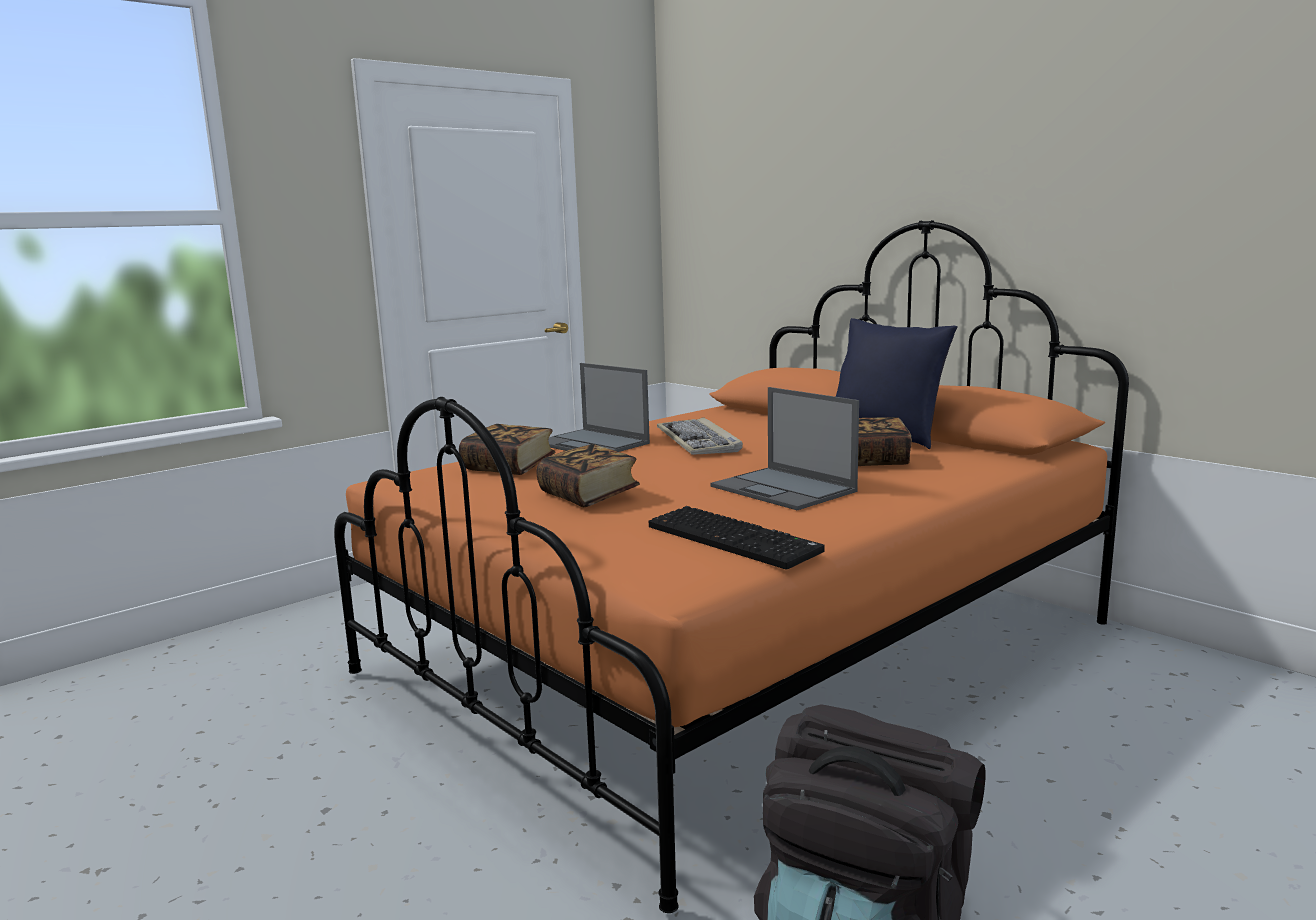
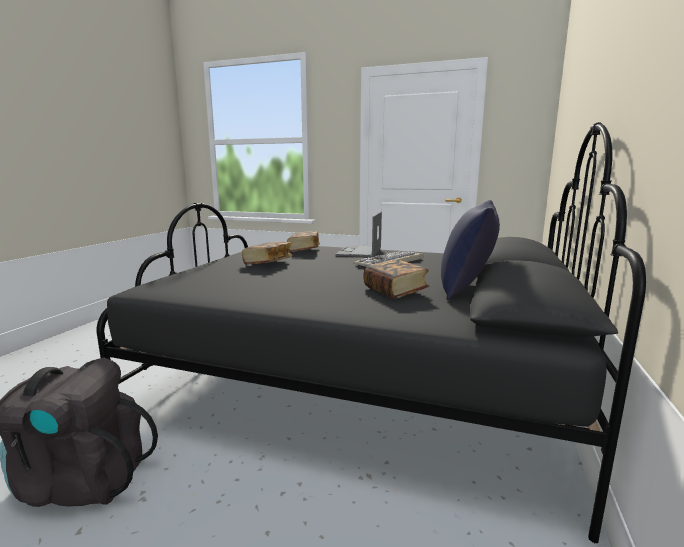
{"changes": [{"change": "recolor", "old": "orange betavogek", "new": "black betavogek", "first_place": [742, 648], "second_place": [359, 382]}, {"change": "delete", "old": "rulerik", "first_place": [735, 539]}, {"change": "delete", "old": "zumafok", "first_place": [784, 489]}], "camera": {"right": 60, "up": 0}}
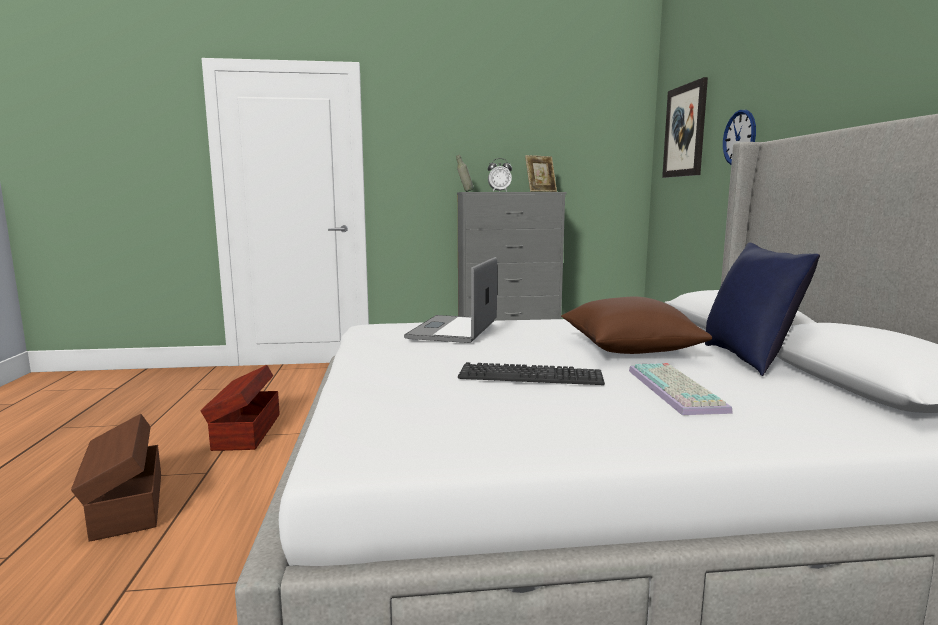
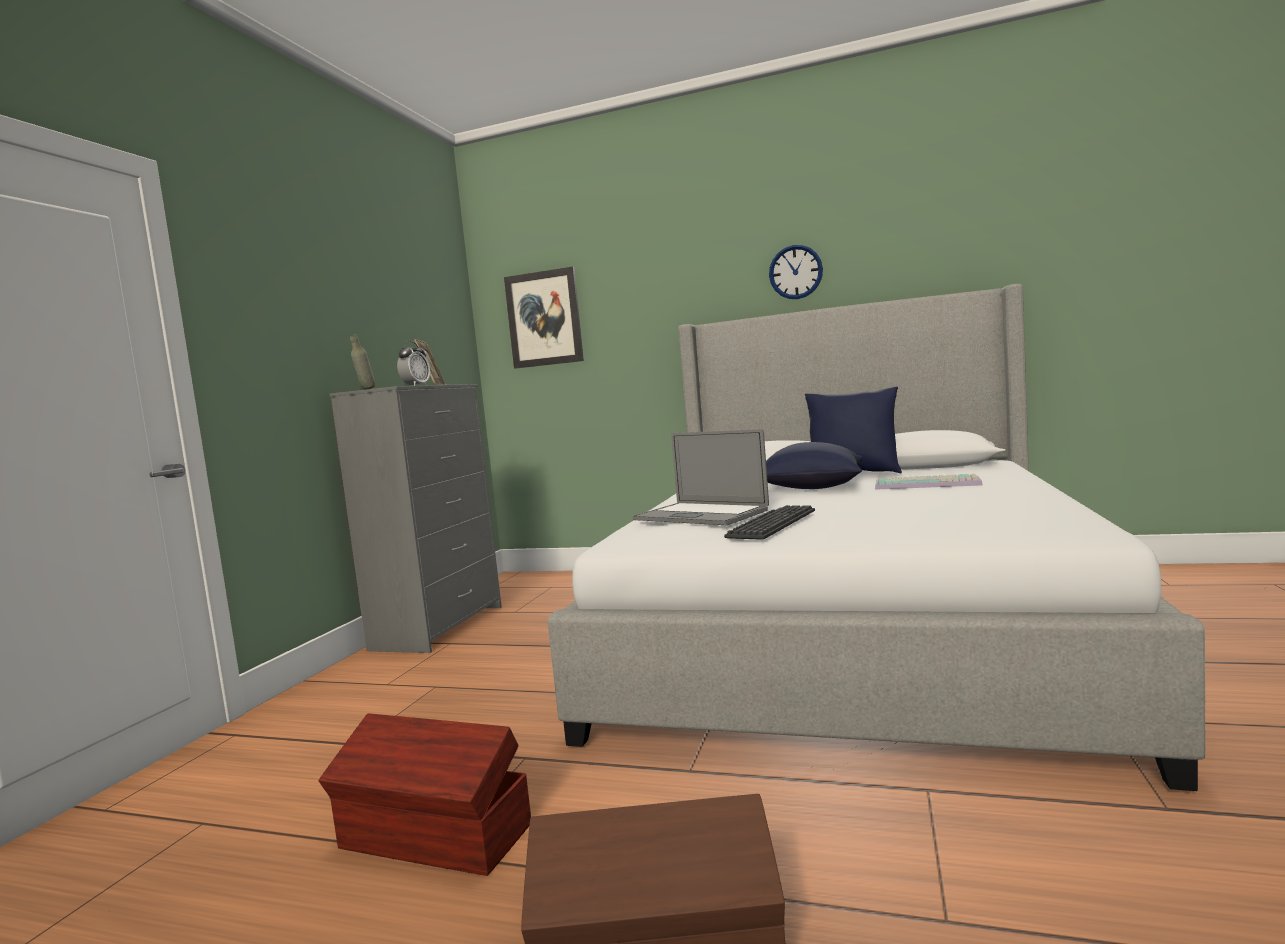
{"changes": [{"change": "move", "old": "rulerik", "first_place": [530, 376], "second_place": [772, 524]}, {"change": "recolor", "old": "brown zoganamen", "new": "blue zoganamen", "first_place": [629, 349], "second_place": [811, 488]}, {"change": "move", "old": "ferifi", "first_place": [739, 138], "second_place": [795, 272]}], "camera": {"right": -65, "up": -5}}
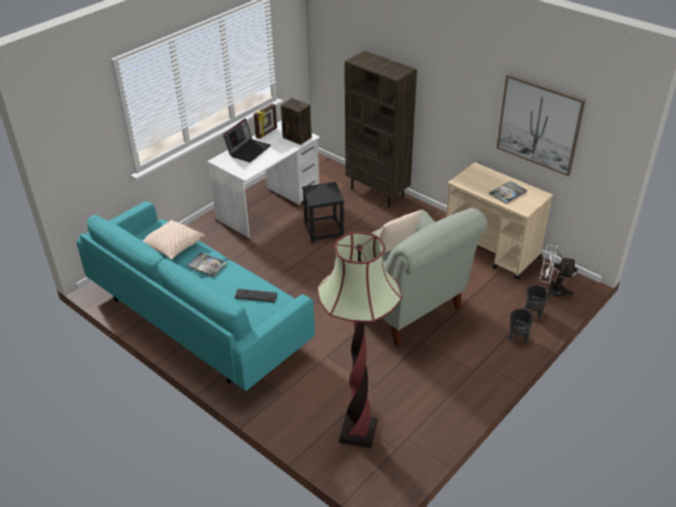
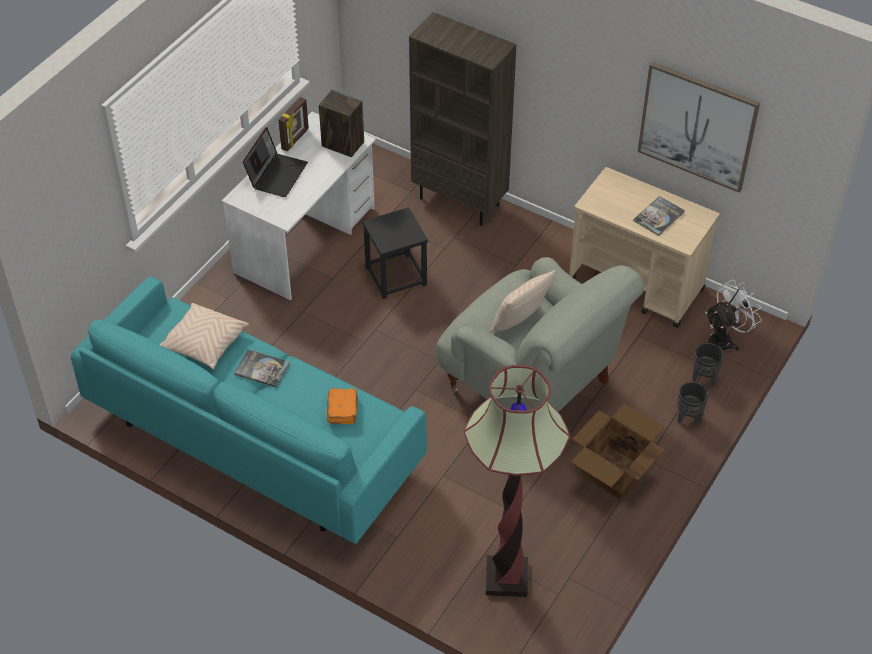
{"changes": [{"change": "replace", "old": "rulerik", "new": "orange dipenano", "first_place": [256, 296], "second_place": [343, 410]}, {"change": "rotate", "old": "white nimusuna", "first_place": [551, 290], "second_place": [724, 340], "degrees": 135}, {"change": "insert", "new": "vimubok", "second_place": [612, 472]}], "camera": {"right": -10, "up": 10}}
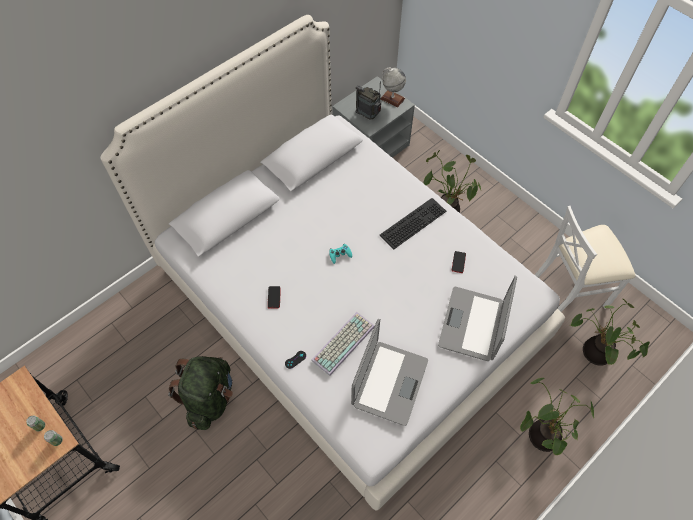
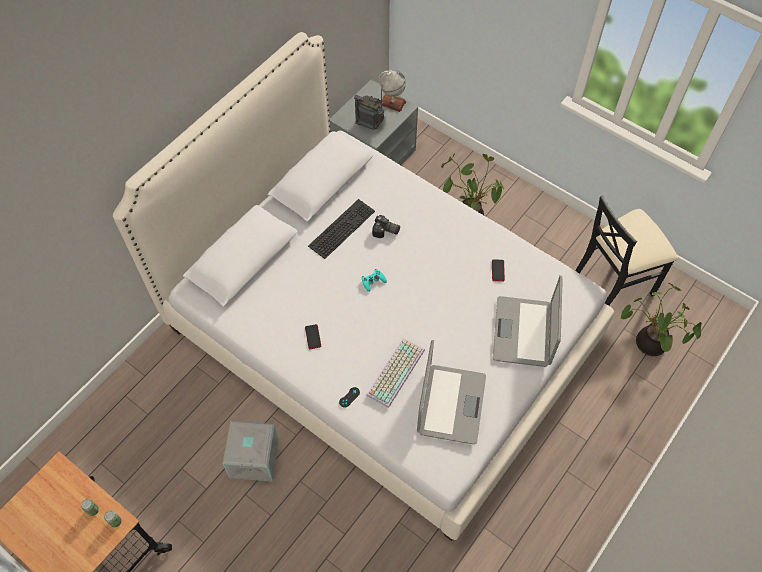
{"changes": [{"change": "replace", "old": "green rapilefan", "new": "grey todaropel", "first_place": [210, 398], "second_place": [253, 458]}, {"change": "move", "old": "rulerik", "first_place": [412, 221], "second_place": [341, 227]}, {"change": "delete", "old": "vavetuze", "first_place": [541, 434]}, {"change": "recolor", "old": "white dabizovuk", "new": "black dabizovuk", "first_place": [570, 290], "second_place": [613, 282]}, {"change": "insert", "new": "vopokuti", "second_place": [386, 231]}], "camera": {"right": -10, "up": 0}}
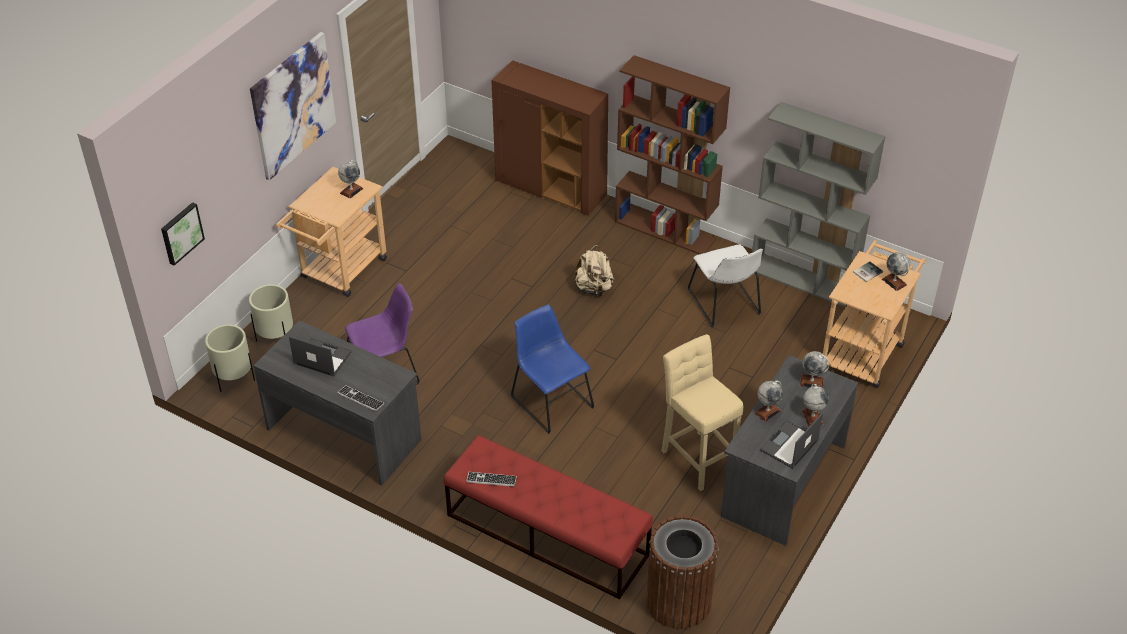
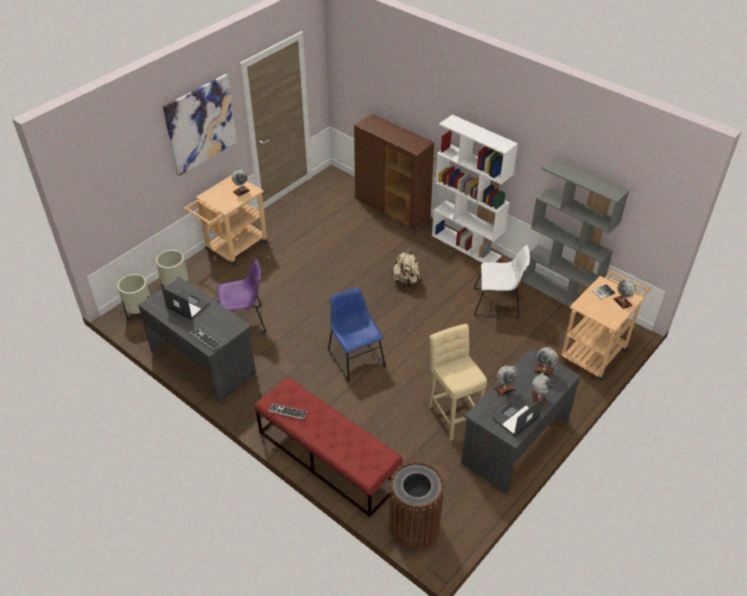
{"changes": [{"change": "delete", "old": "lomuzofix", "first_place": [181, 233]}, {"change": "recolor", "old": "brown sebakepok", "new": "white sebakepok", "first_place": [665, 230], "second_place": [466, 246]}, {"change": "rotate", "old": "white dabizovuk", "first_place": [725, 304], "second_place": [498, 303], "degrees": -75}], "camera": {"right": 10, "up": 0}}
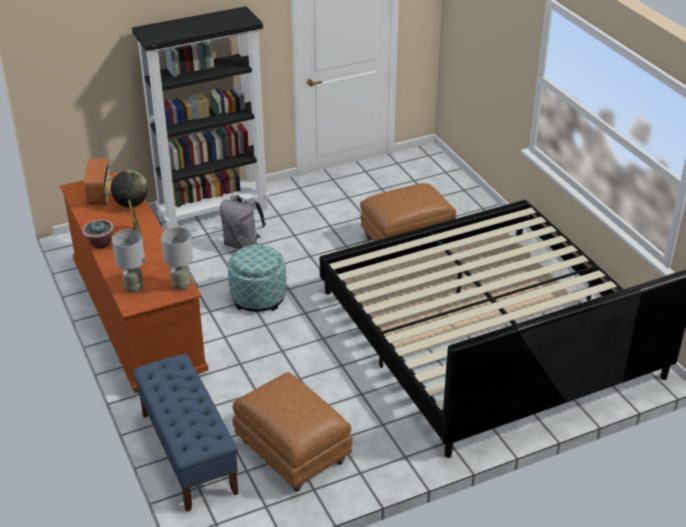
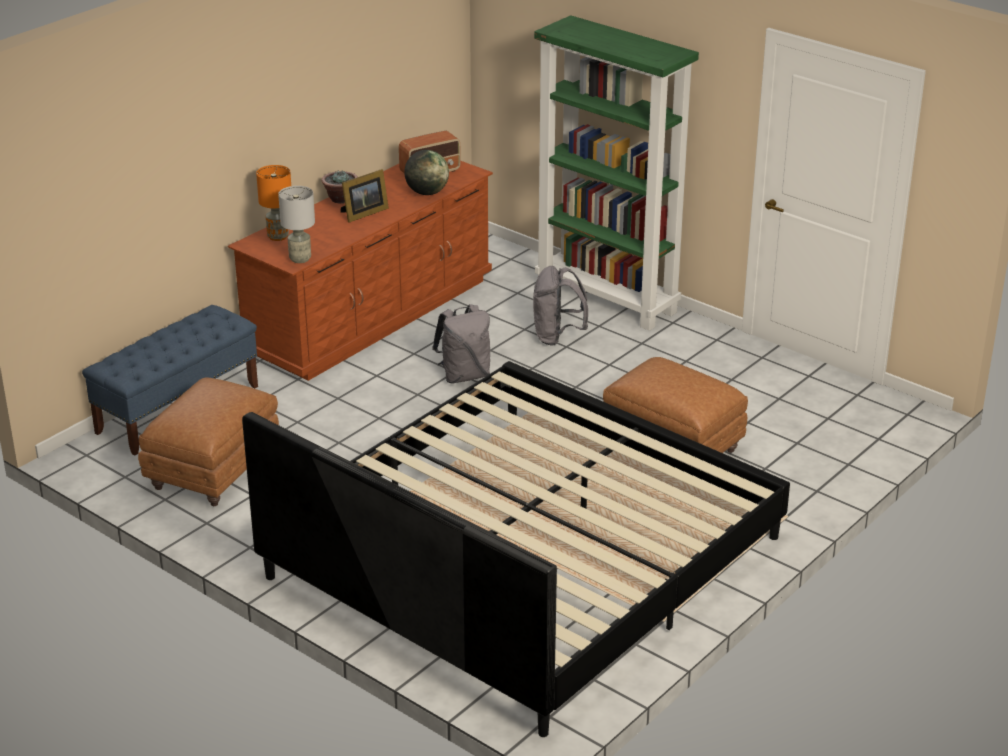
{"changes": [{"change": "recolor", "old": "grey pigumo", "new": "orange pigumo", "first_place": [133, 288], "second_place": [278, 237]}, {"change": "recolor", "old": "black sebakepok", "new": "green sebakepok", "first_place": [214, 210], "second_place": [608, 299]}, {"change": "replace", "old": "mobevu", "new": "grey rapilefan", "first_place": [258, 297], "second_place": [464, 375]}], "camera": {"right": 65, "up": -5}}
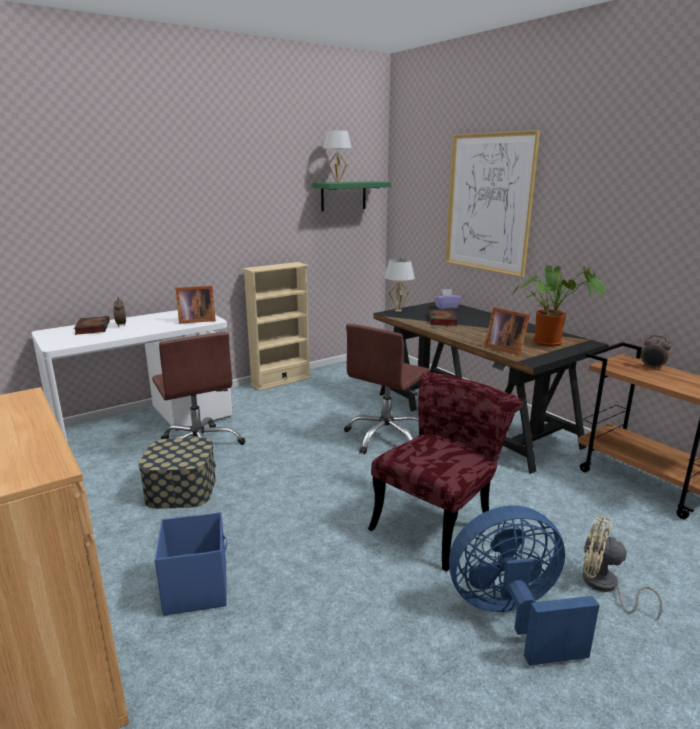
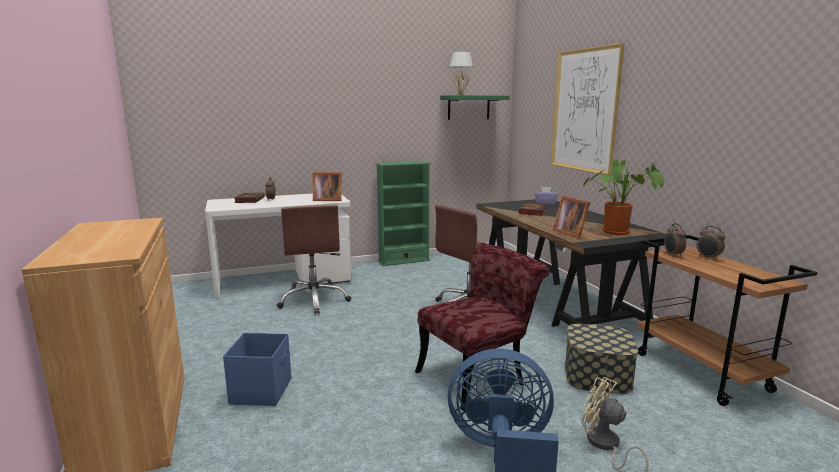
{"changes": [{"change": "move", "old": "todaropel", "first_place": [181, 490], "second_place": [597, 375]}, {"change": "recolor", "old": "beige sebakepok", "new": "green sebakepok", "first_place": [281, 381], "second_place": [403, 261]}, {"change": "delete", "old": "white pigumo", "first_place": [398, 310]}, {"change": "insert", "new": "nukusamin", "second_place": [672, 255]}], "camera": {"right": 15, "up": -5}}
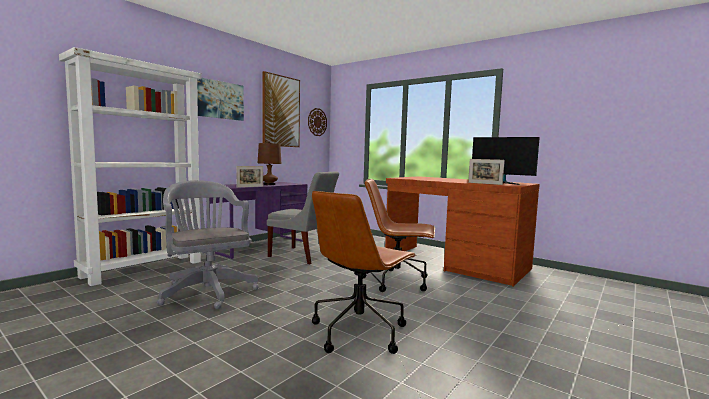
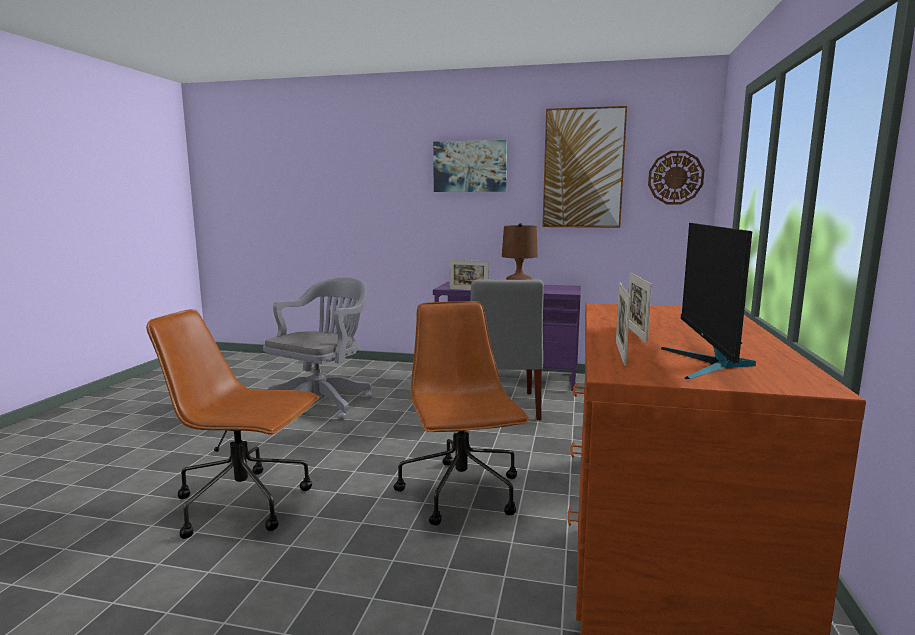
{"changes": [{"change": "delete", "old": "white sebakepok", "first_place": [144, 268]}, {"change": "insert", "new": "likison", "second_place": [636, 334]}], "camera": {"right": 65, "up": 5}}
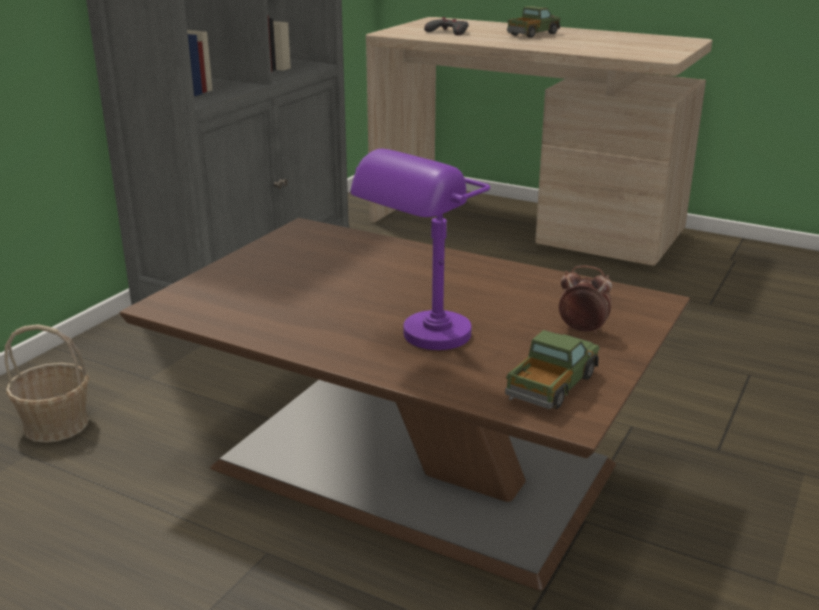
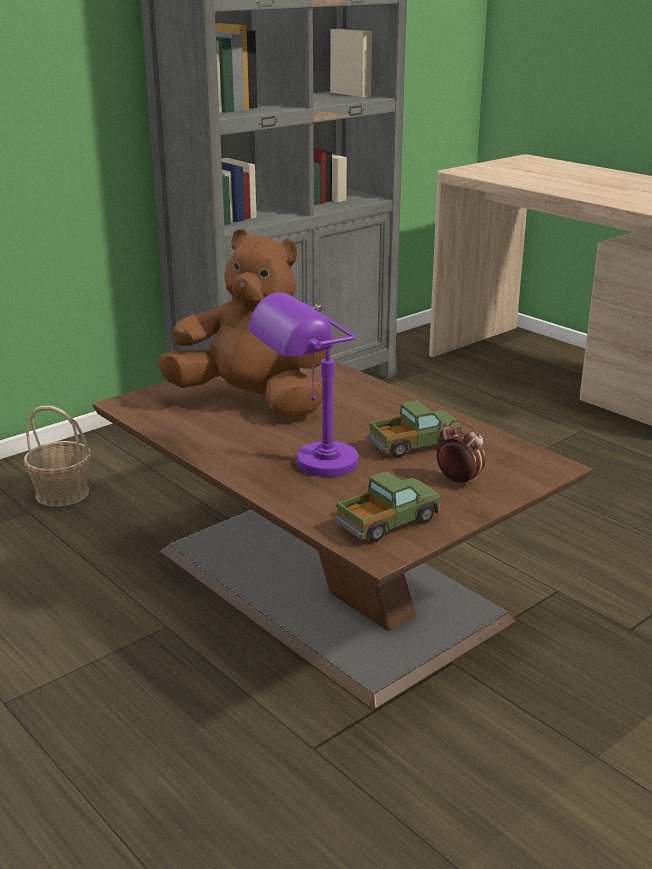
{"changes": [{"change": "delete", "old": "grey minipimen", "first_place": [448, 32]}, {"change": "move", "old": "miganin", "first_place": [533, 34], "second_place": [414, 445]}, {"change": "insert", "new": "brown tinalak", "second_place": [252, 402]}], "camera": {"right": 20, "up": 0}}
